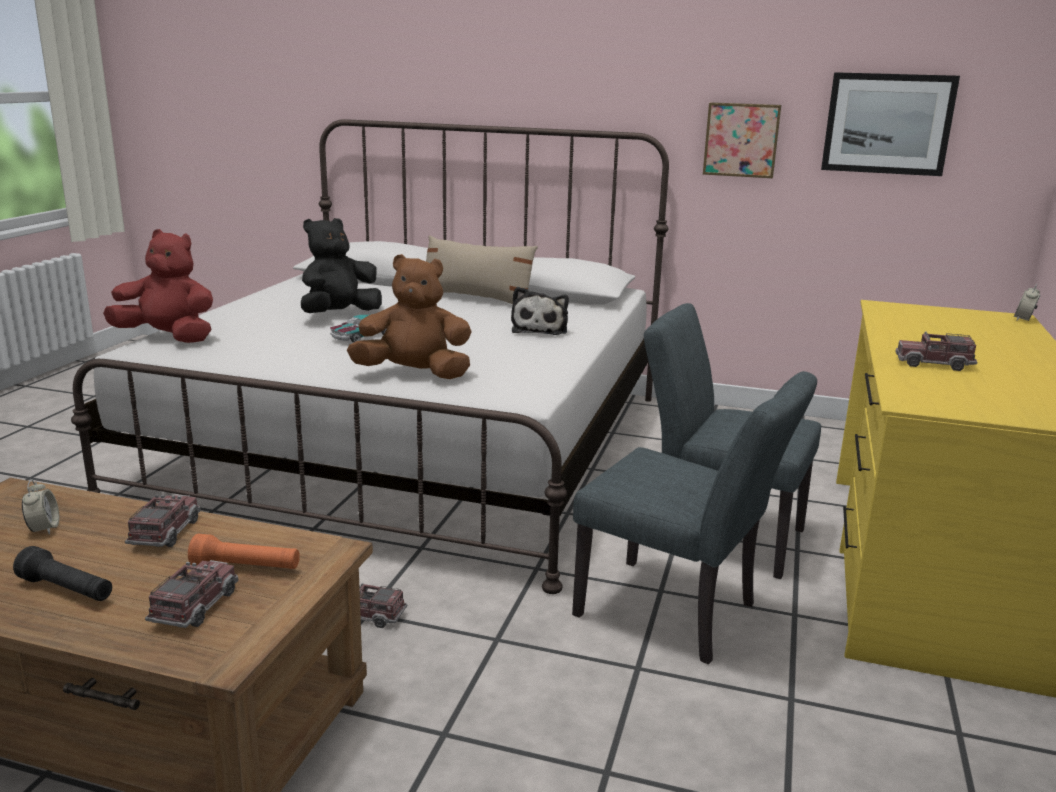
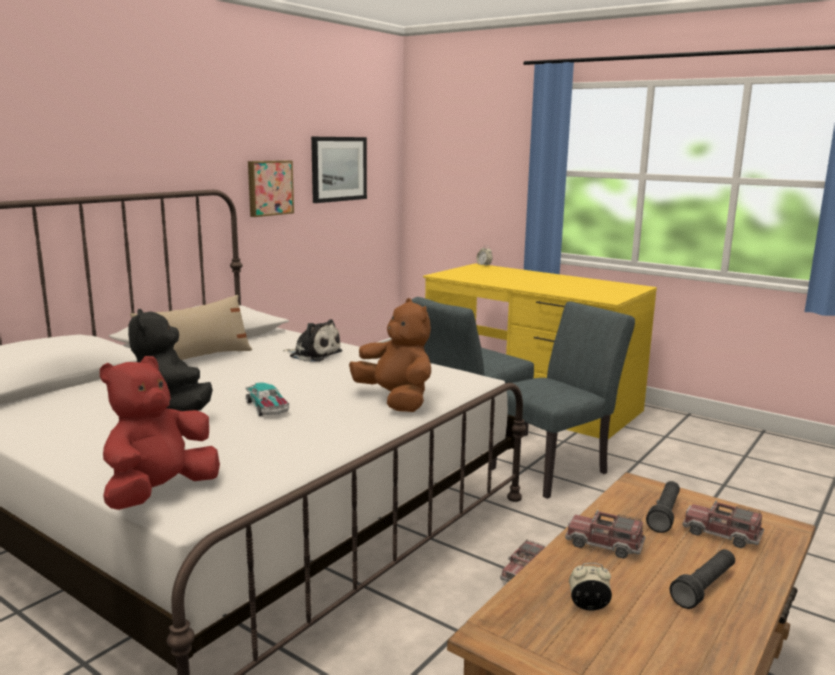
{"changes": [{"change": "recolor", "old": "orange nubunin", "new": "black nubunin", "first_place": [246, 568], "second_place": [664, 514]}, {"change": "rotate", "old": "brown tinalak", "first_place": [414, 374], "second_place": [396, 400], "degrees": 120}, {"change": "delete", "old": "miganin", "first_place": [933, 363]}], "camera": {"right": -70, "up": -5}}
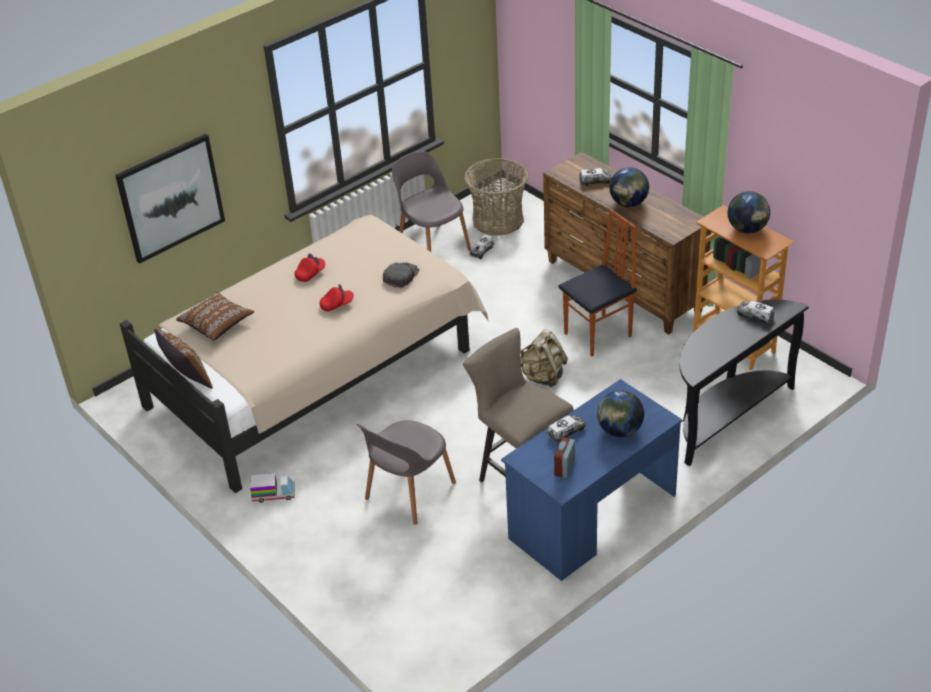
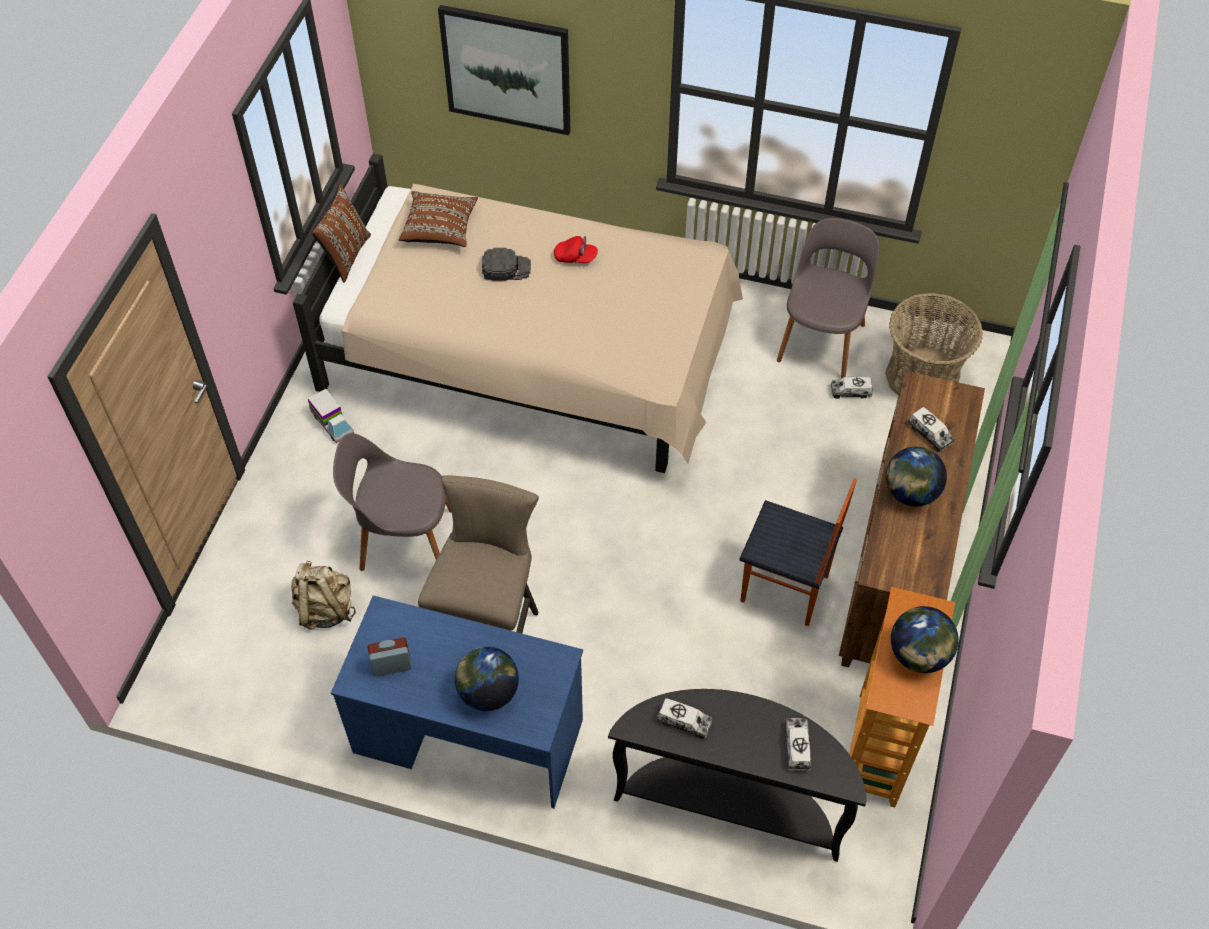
{"changes": [{"change": "delete", "old": "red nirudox", "first_place": [337, 304]}, {"change": "move", "old": "black nirudox", "first_place": [401, 276], "second_place": [506, 268]}, {"change": "move", "old": "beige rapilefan", "first_place": [543, 377], "second_place": [325, 609]}, {"change": "move", "old": "miganin", "first_place": [566, 432], "second_place": [684, 722]}], "camera": {"right": 55, "up": 15}}
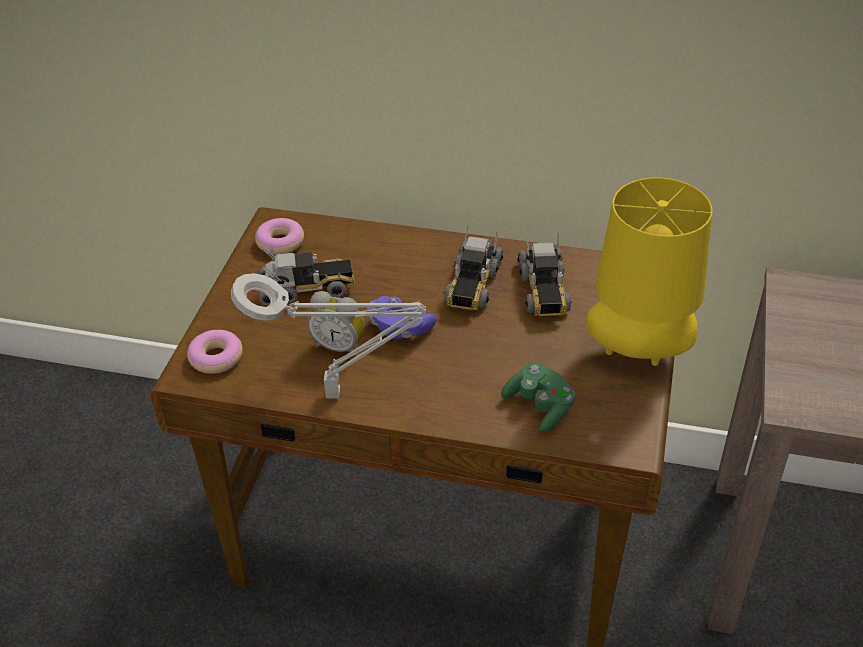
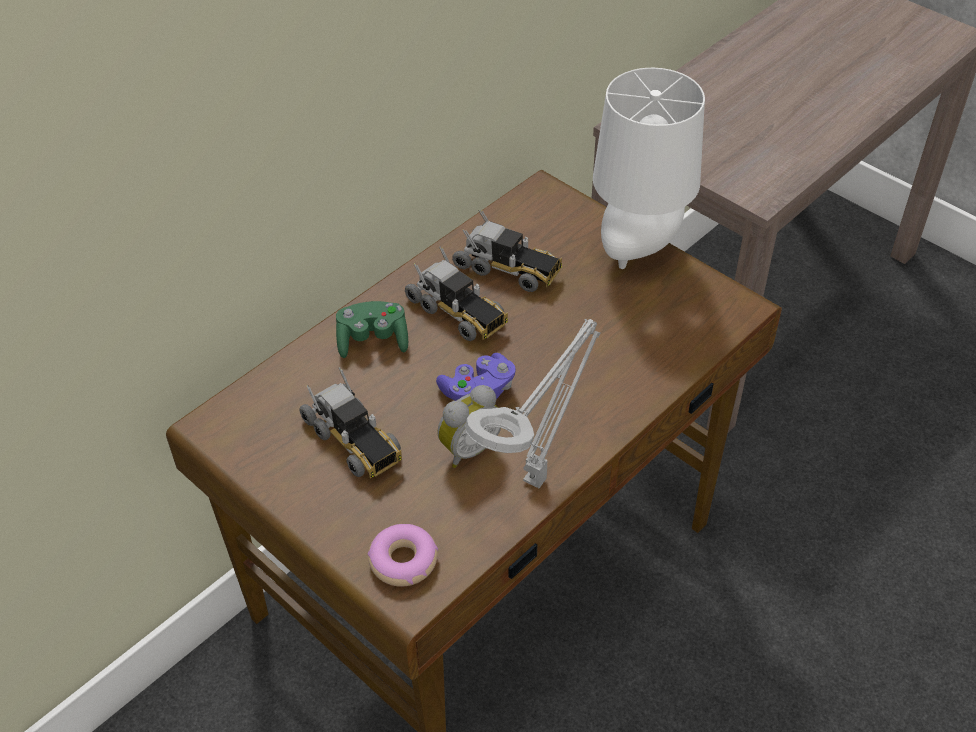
{"changes": [{"change": "delete", "old": "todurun", "first_place": [280, 242]}, {"change": "rotate", "old": "miganin", "first_place": [306, 288], "second_place": [354, 440], "degrees": 120}, {"change": "move", "old": "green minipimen", "first_place": [540, 407], "second_place": [373, 340]}, {"change": "recolor", "old": "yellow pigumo", "new": "white pigumo", "first_place": [639, 354], "second_place": [638, 250]}], "camera": {"right": -60, "up": 5}}
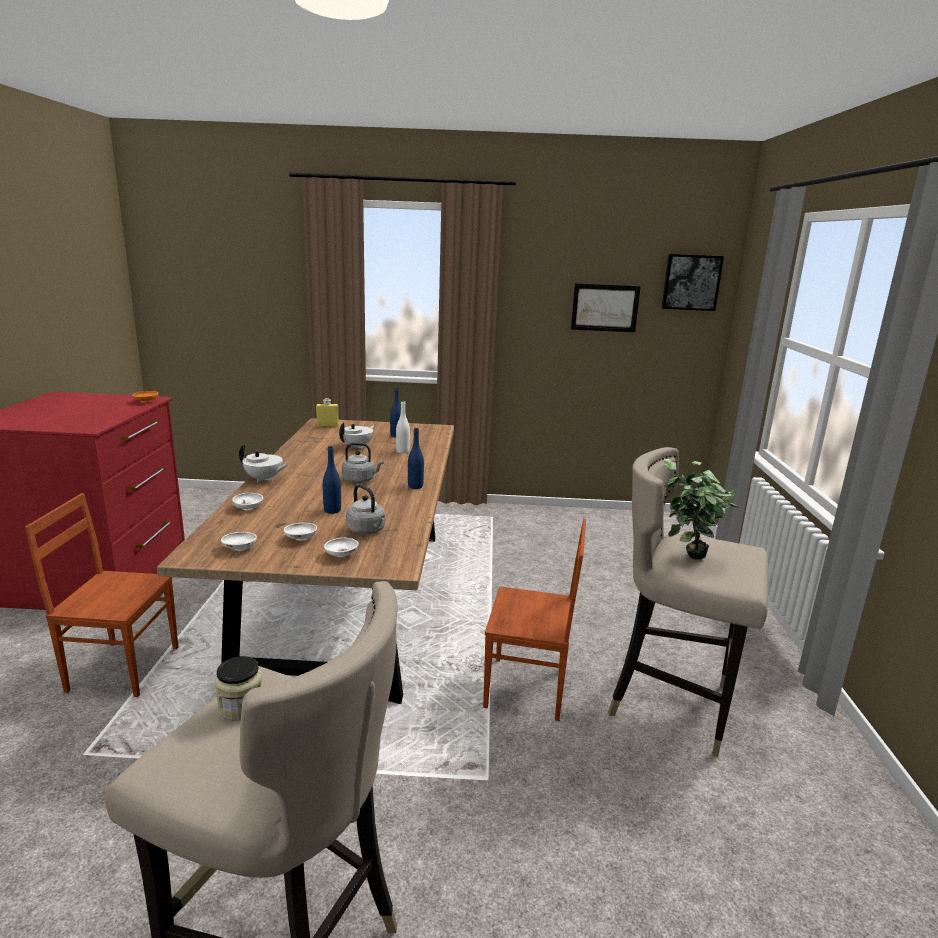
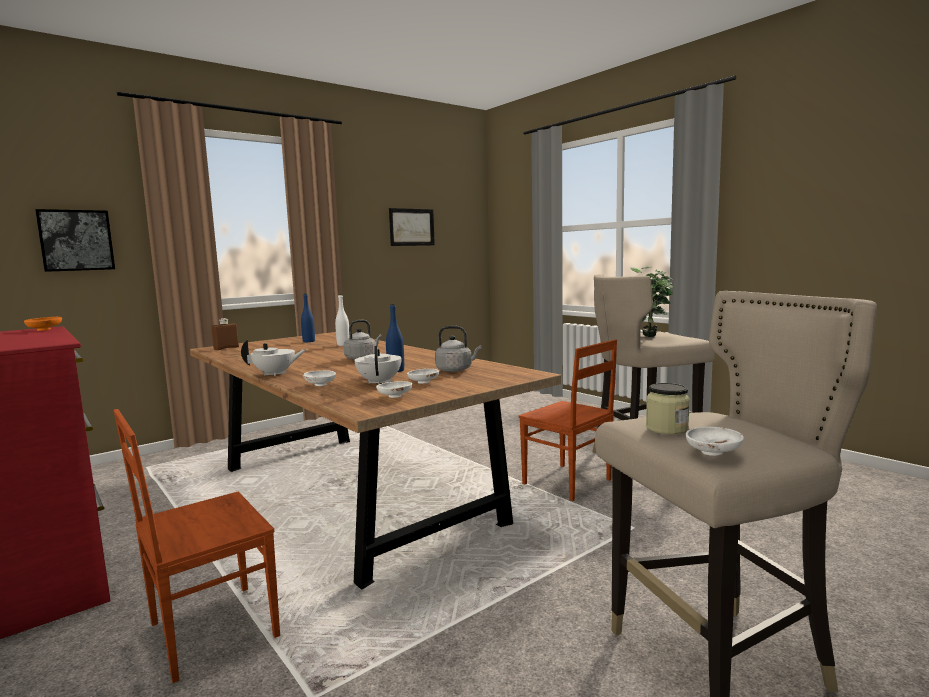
{"changes": [{"change": "recolor", "old": "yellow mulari", "new": "brown mulari", "first_place": [327, 426], "second_place": [226, 348]}, {"change": "move", "old": "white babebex", "first_place": [341, 555], "second_place": [713, 453]}, {"change": "move", "old": "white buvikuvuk", "first_place": [357, 446], "second_place": [380, 382]}, {"change": "delete", "old": "blue mulari", "first_place": [415, 486]}, {"change": "rotate", "old": "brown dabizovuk", "first_place": [527, 689], "second_place": [567, 482], "degrees": 75}, {"change": "move", "old": "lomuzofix", "first_place": [691, 282], "second_place": [76, 240]}], "camera": {"right": -40, "up": -10}}
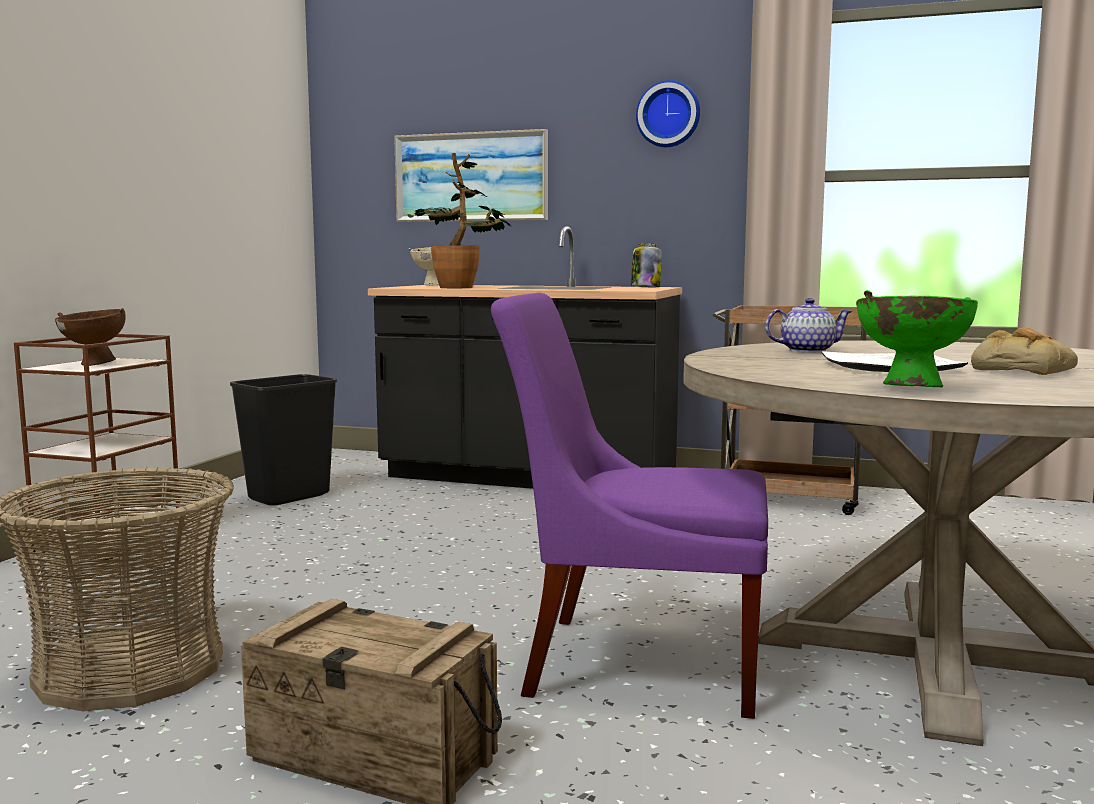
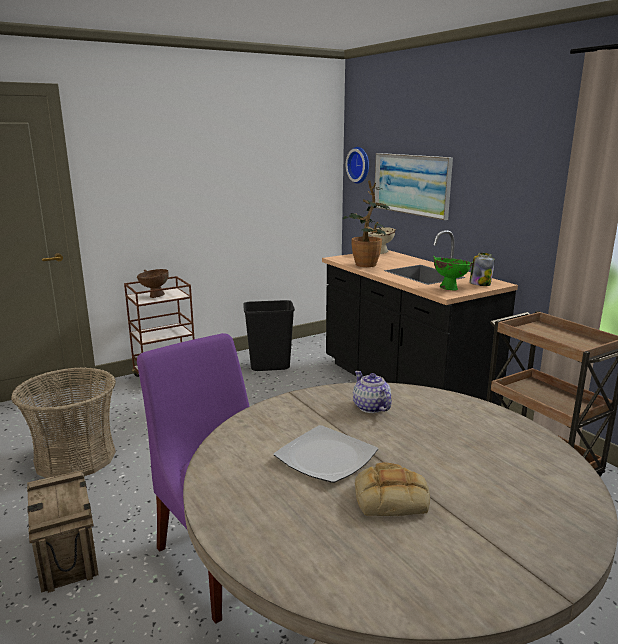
{"changes": [{"change": "move", "old": "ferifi", "first_place": [668, 114], "second_place": [360, 165]}, {"change": "rotate", "old": "buvikuvuk", "first_place": [806, 350], "second_place": [371, 407], "degrees": -150}, {"change": "move", "old": "green babebex", "first_place": [909, 388], "second_place": [449, 288]}], "camera": {"right": 40, "up": 10}}
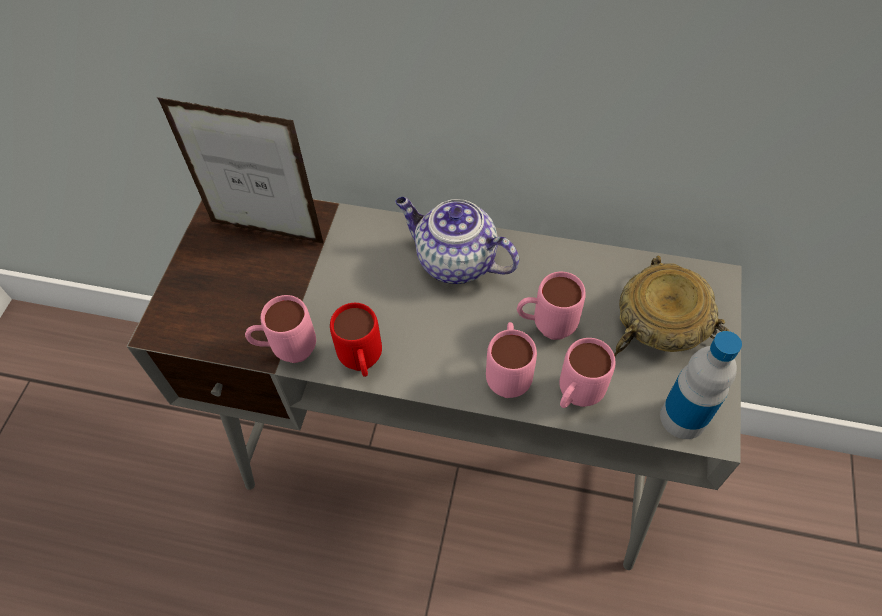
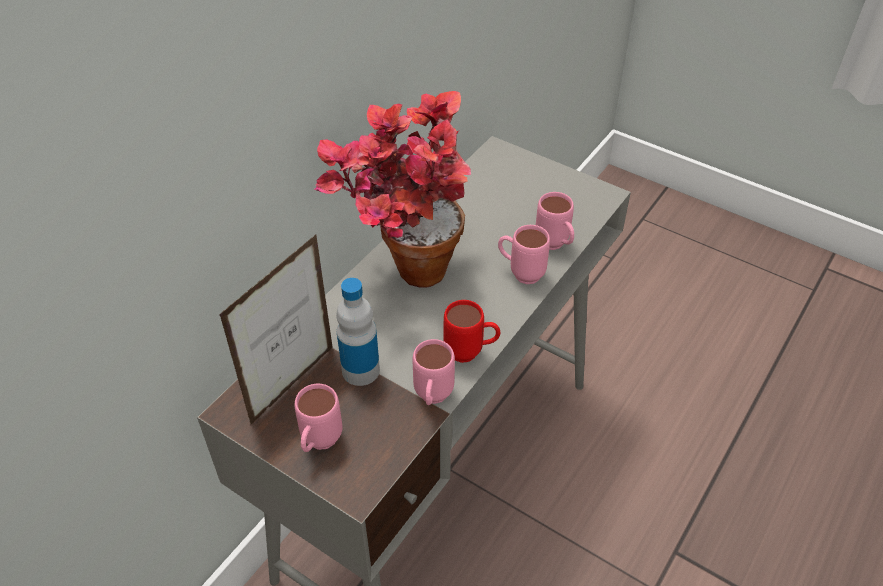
{"changes": [{"change": "replace", "old": "buvikuvuk", "new": "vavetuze", "first_place": [454, 261], "second_place": [403, 271]}, {"change": "move", "old": "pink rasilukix", "first_place": [545, 327], "second_place": [319, 444]}, {"change": "delete", "old": "beige babebex", "first_place": [662, 322]}, {"change": "move", "old": "mulari", "first_place": [683, 418], "second_place": [360, 370]}], "camera": {"right": -70, "up": -10}}
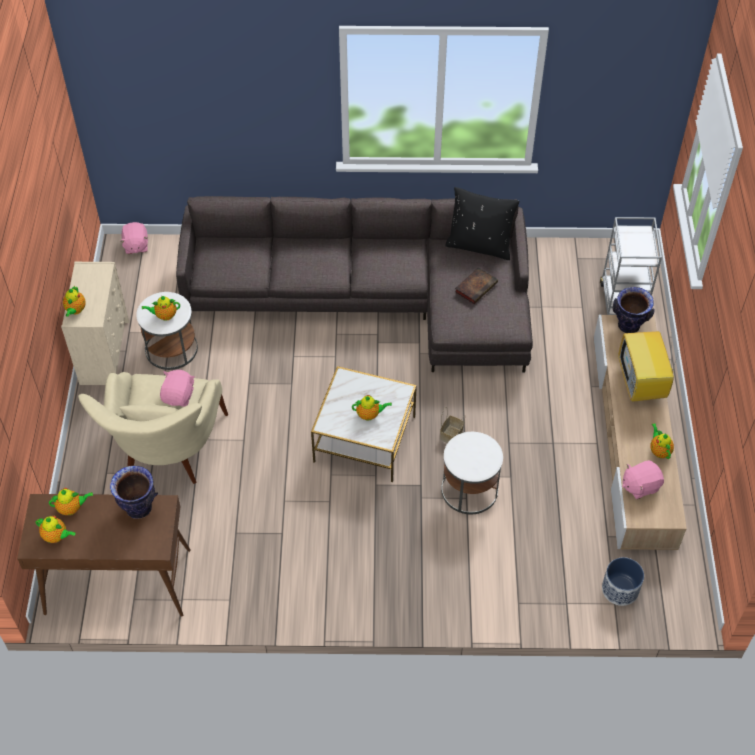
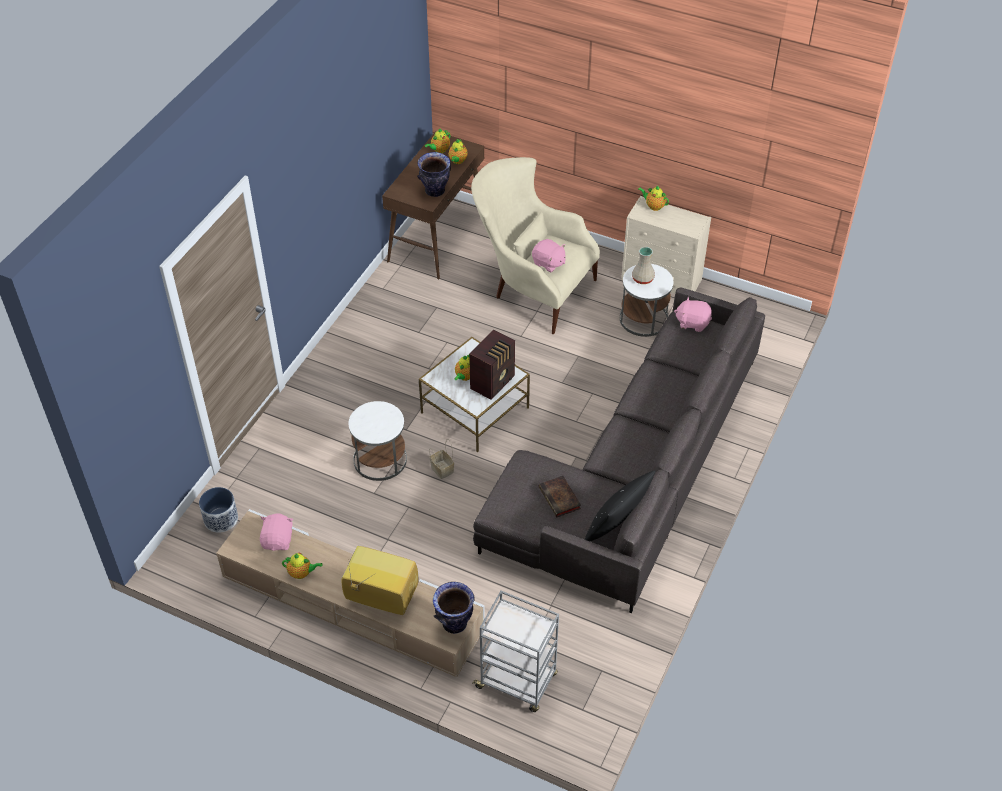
{"changes": [{"change": "move", "old": "pink tinalak", "first_place": [136, 246], "second_place": [692, 322]}, {"change": "replace", "old": "buvikuvuk", "new": "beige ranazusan", "first_place": [164, 315], "second_place": [643, 279]}, {"change": "insert", "new": "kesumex", "second_place": [493, 382]}], "camera": {"right": 115, "up": -5}}
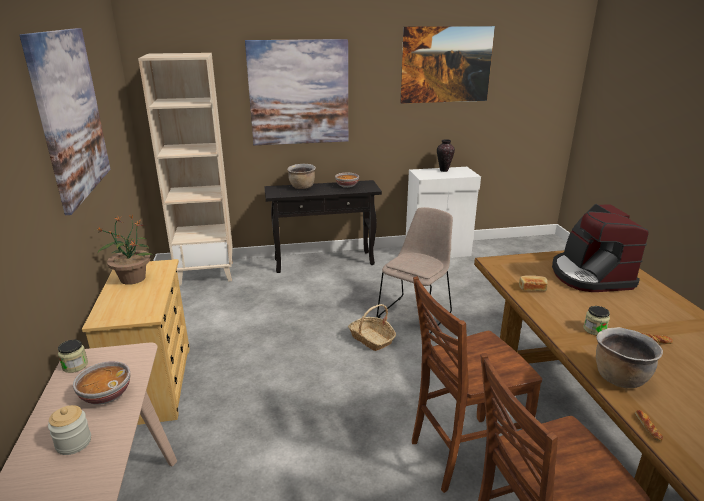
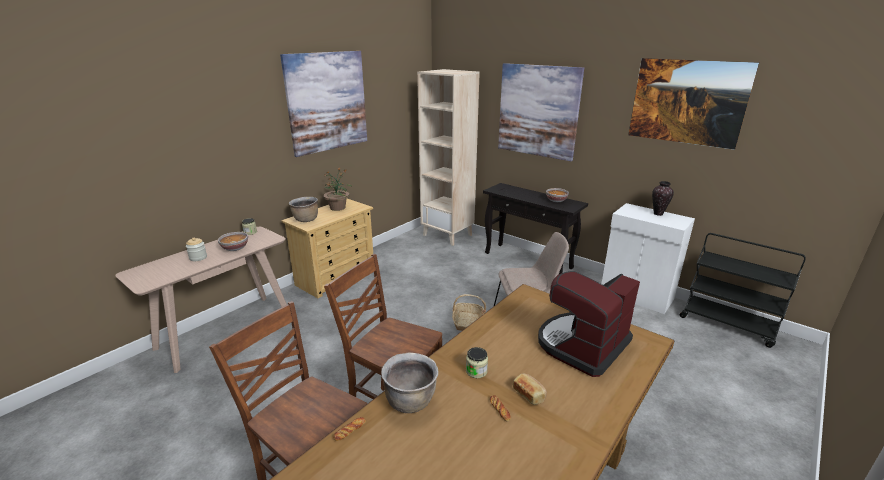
{"changes": [{"change": "move", "old": "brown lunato", "first_place": [302, 187], "second_place": [306, 220]}, {"change": "move", "old": "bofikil", "first_place": [532, 288], "second_place": [529, 394]}, {"change": "insert", "new": "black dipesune", "second_place": [728, 324]}], "camera": {"right": 50, "up": 0}}
